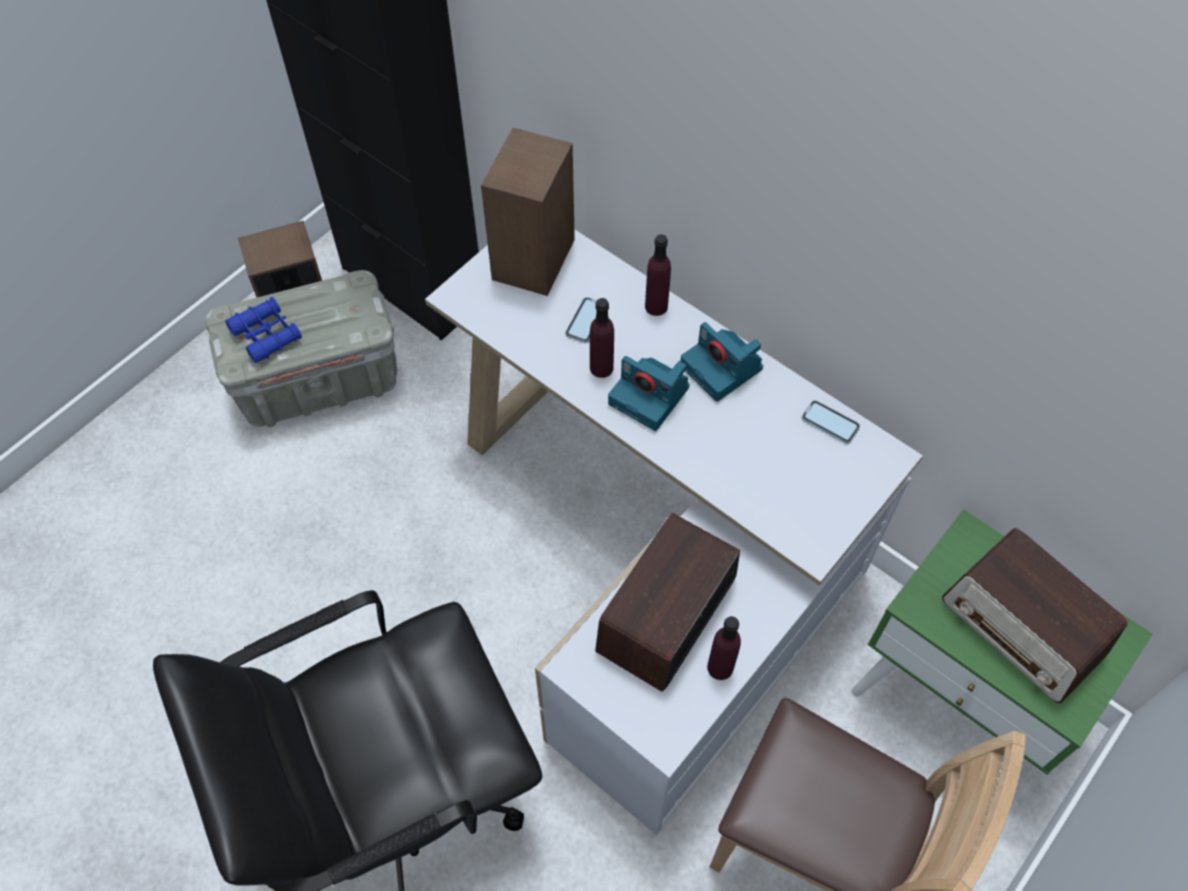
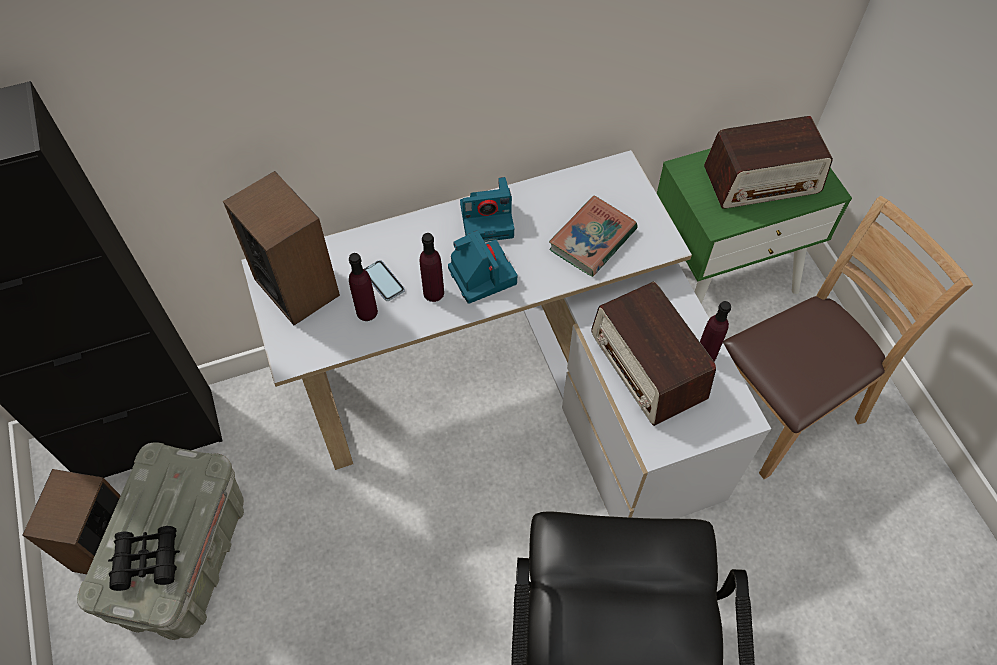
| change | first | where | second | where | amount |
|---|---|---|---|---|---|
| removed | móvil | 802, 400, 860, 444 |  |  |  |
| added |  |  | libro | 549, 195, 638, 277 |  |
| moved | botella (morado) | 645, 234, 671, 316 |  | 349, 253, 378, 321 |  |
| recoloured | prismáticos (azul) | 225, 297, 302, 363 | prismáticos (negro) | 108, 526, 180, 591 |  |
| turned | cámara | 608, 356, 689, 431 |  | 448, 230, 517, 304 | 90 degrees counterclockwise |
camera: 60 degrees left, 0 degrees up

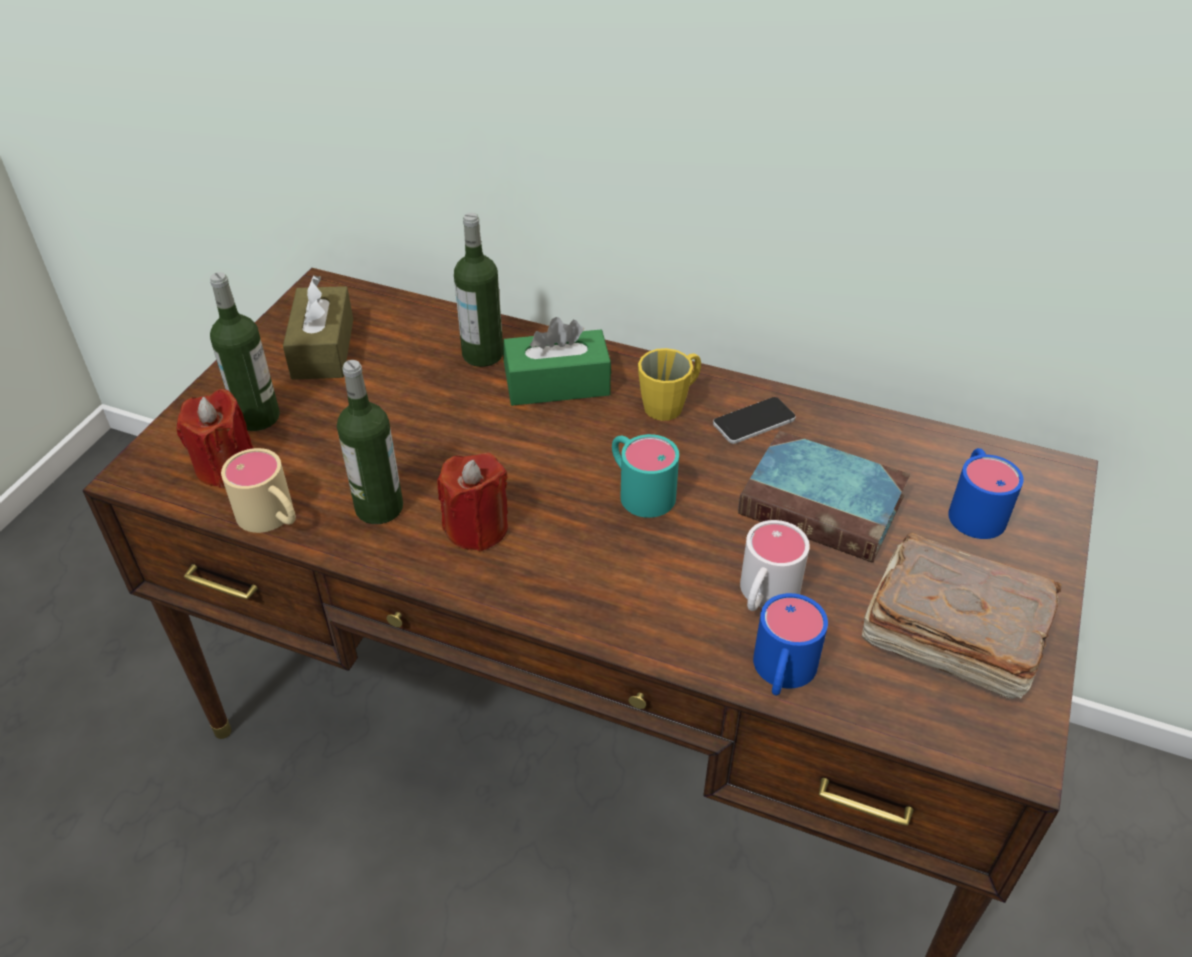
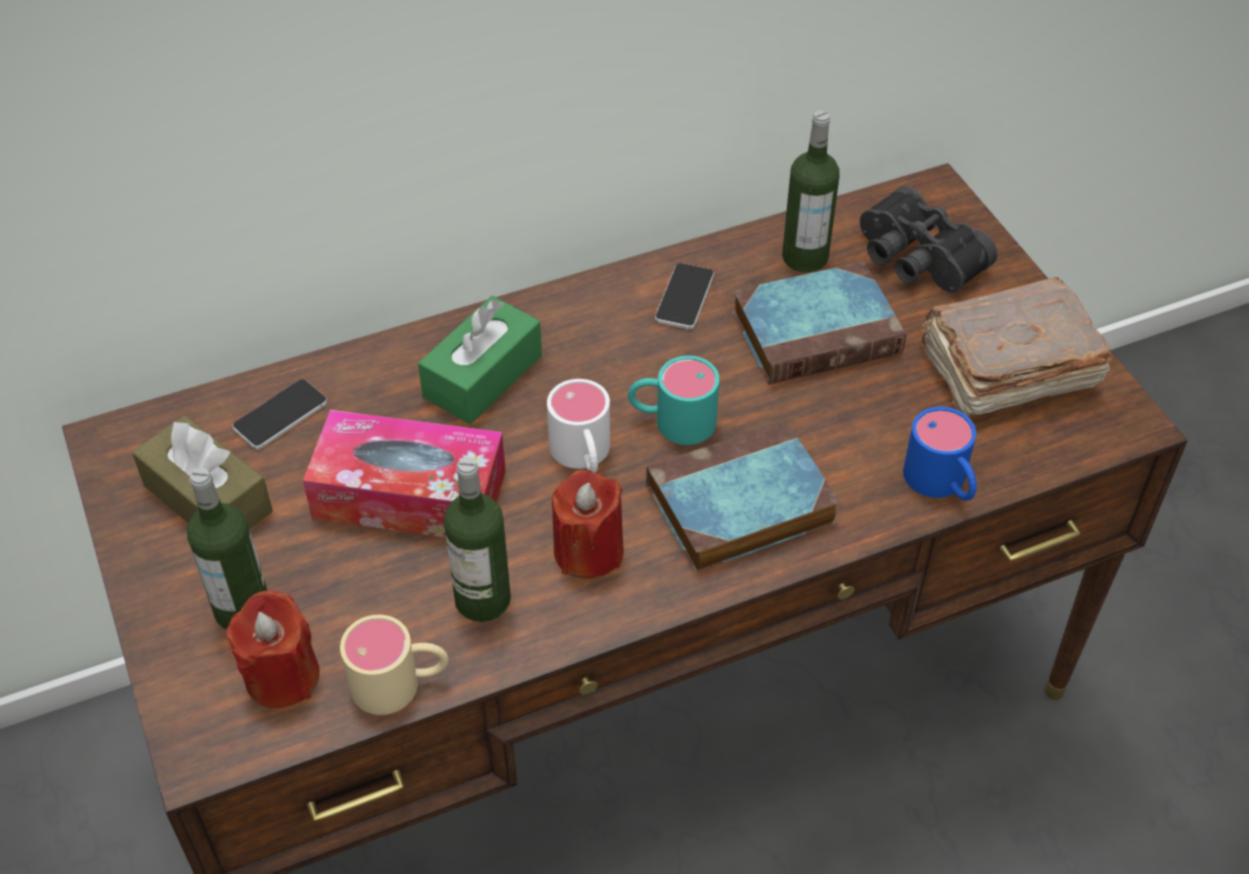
| change | first | where | second | where | amount |
|---|---|---|---|---|---|
| removed | taza grande (amarillo) | 638, 348, 701, 421 |  |  |  |
| added |  |  | móvil | 232, 379, 327, 450 |  |
| added |  |  | caja de pañuelos | 303, 410, 506, 537 |  |
| added |  |  | libro | 646, 420, 840, 573 |  |
| moved | botella | 454, 213, 503, 367 |  | 782, 110, 840, 272 |  |
| moved | taza grande (blanco) | 740, 520, 810, 611 |  | 547, 379, 610, 473 |  |
| replaced | taza grande (azul) | 948, 448, 1024, 539 | prismáticos (negro) | 860, 186, 998, 293 |  |
camera: 45 degrees left, 5 degrees up

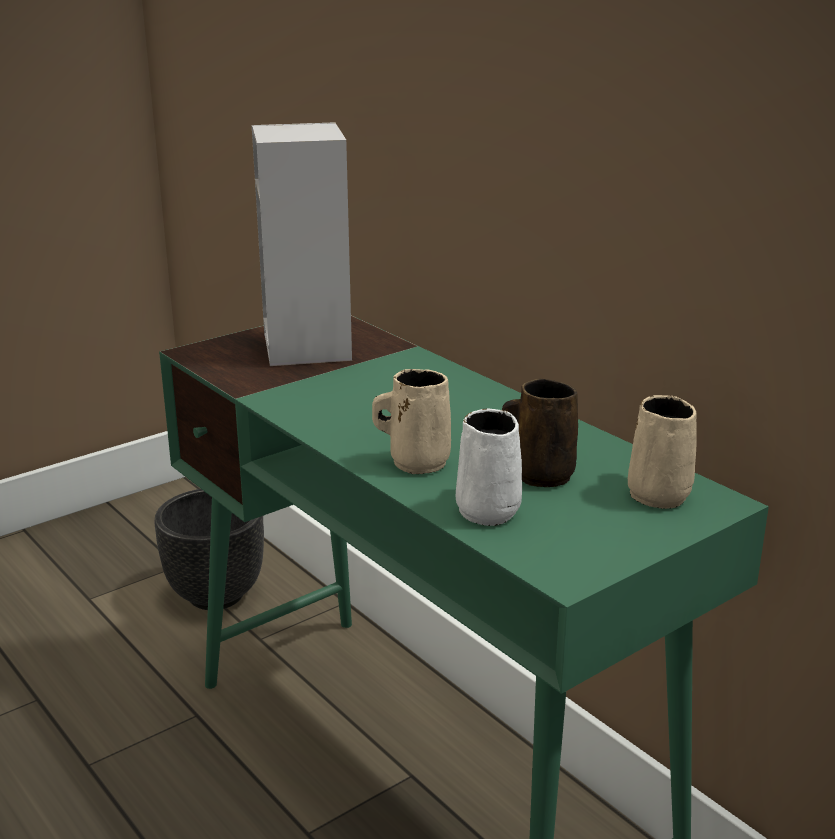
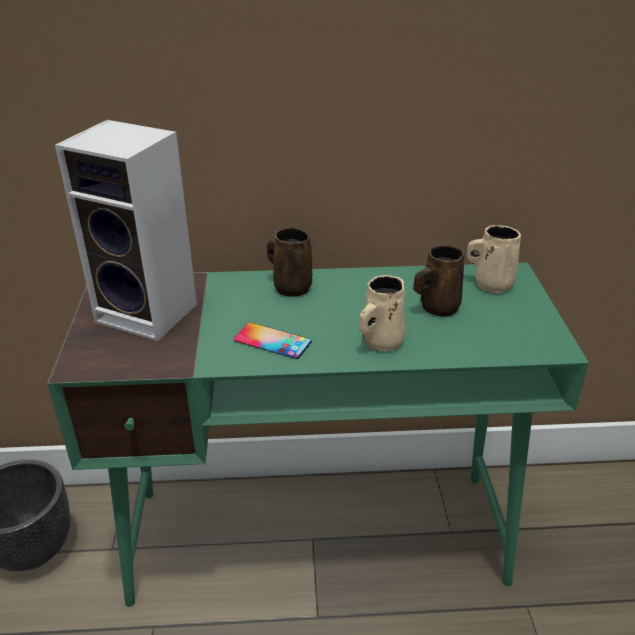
| change | first | where | second | where | amount |
|---|---|---|---|---|---|
| removed | taza grande (blanco) | 456, 409, 522, 526 |  |  |  |
| added |  |  | móvil | 234, 322, 312, 359 |  |
| added |  |  | taza grande (marrón) | 267, 227, 312, 297 |  |
camera: 55 degrees left, 10 degrees up

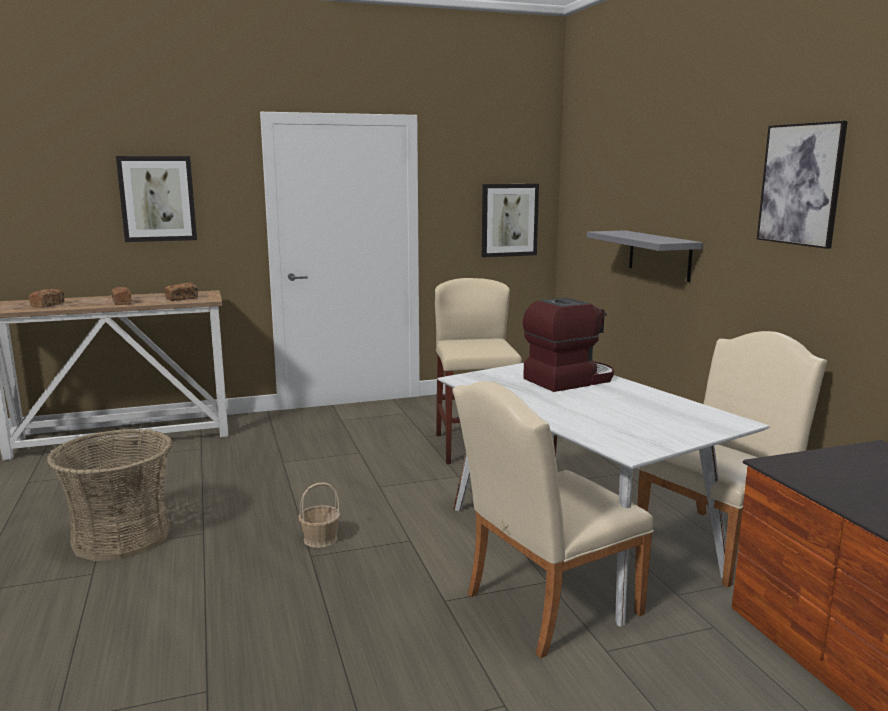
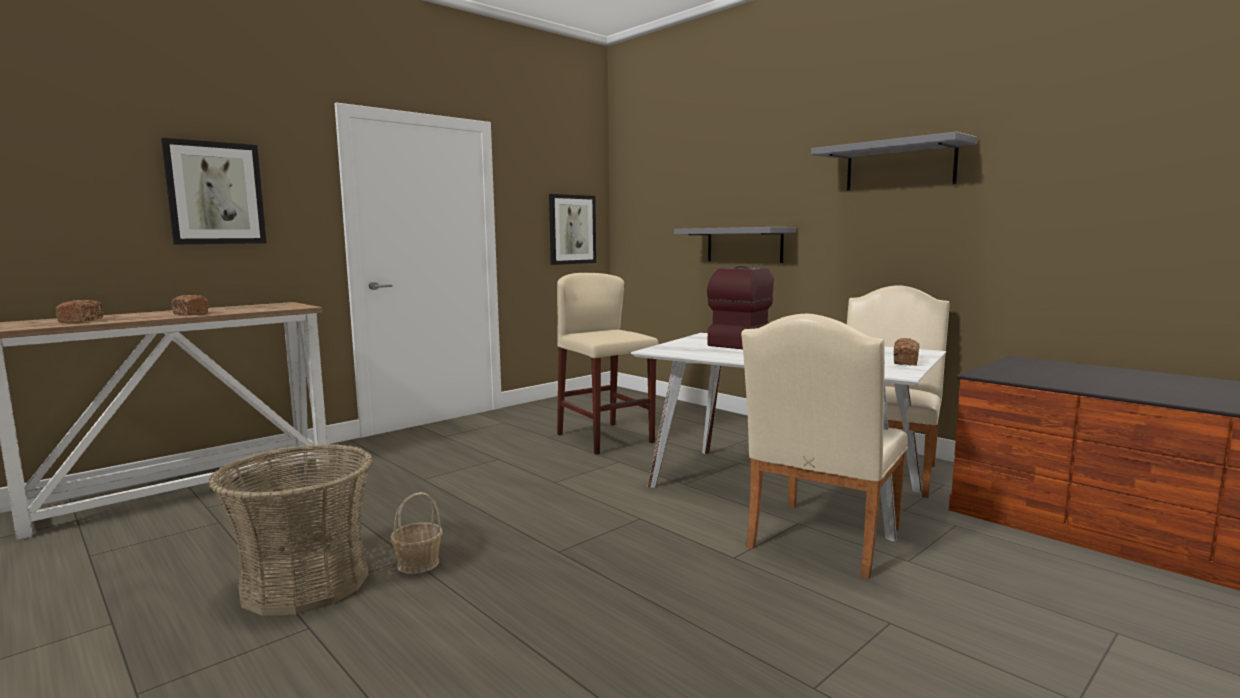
| change | first | where | second | where | amount |
|---|---|---|---|---|---|
| moved | pan | 165, 283, 198, 301 |  | 894, 338, 920, 366 |  |
| moved | cesta | 298, 482, 341, 548 |  | 390, 492, 443, 574 |  |
| replaced | cuadro | 757, 121, 848, 249 | estante (gris) | 811, 132, 977, 191 |  |
camera: 25 degrees left, 5 degrees down

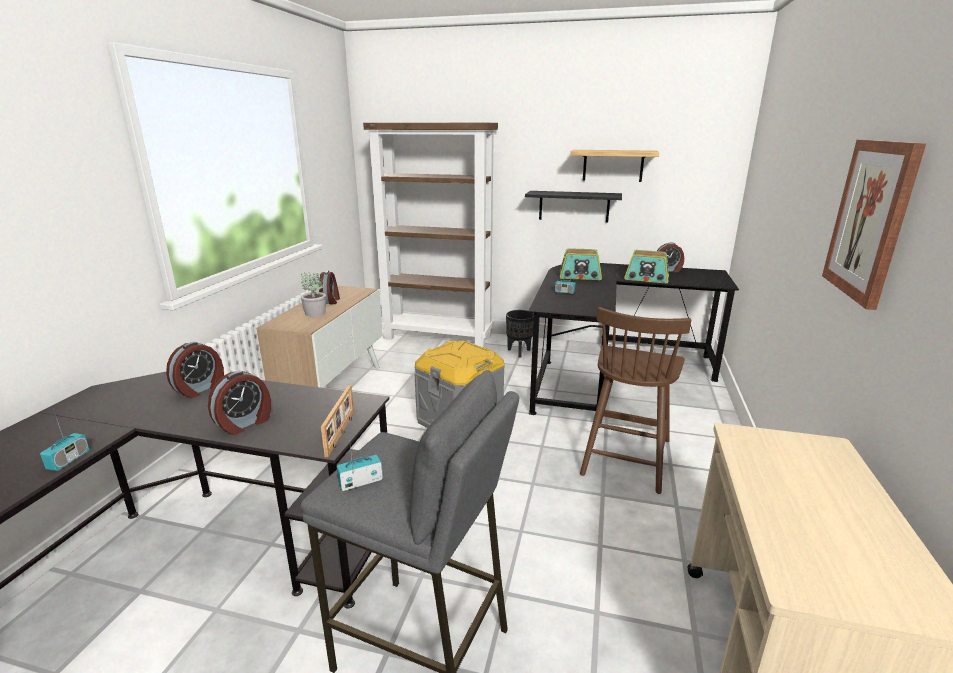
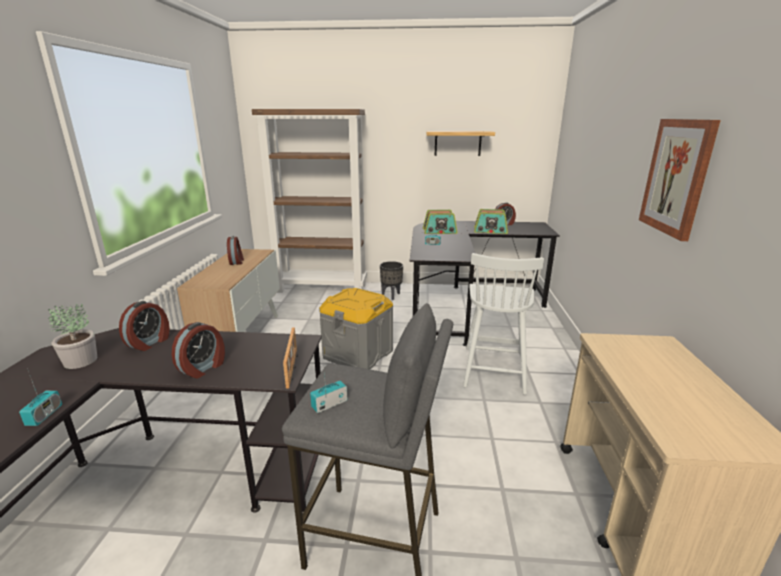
| change | first | where | second | where | amount |
|---|---|---|---|---|---|
| removed | estante (negro) | 525, 191, 622, 222 |  |  |  |
| moved | planta en maceta | 301, 272, 326, 317 |  | 49, 304, 97, 369 |  |
| recoloured | silla (marrón) | 580, 307, 691, 494 | silla (blanco) | 463, 253, 544, 395 |  |
camera: 10 degrees left, 0 degrees up

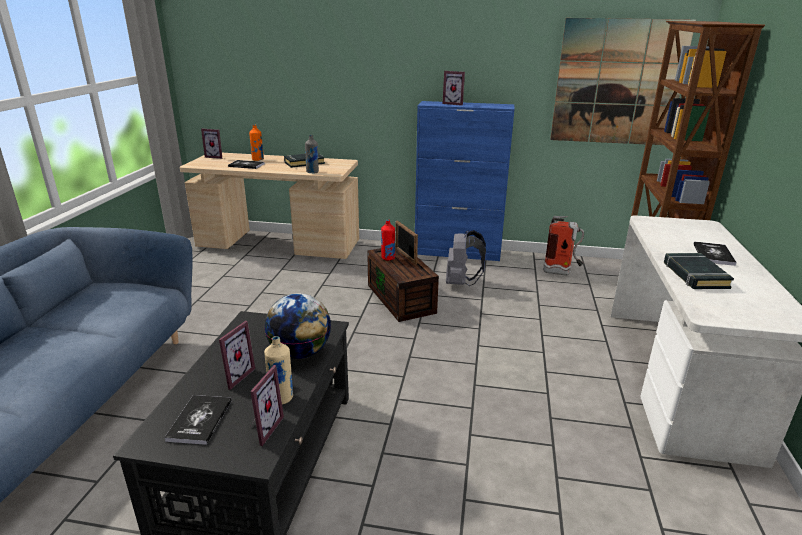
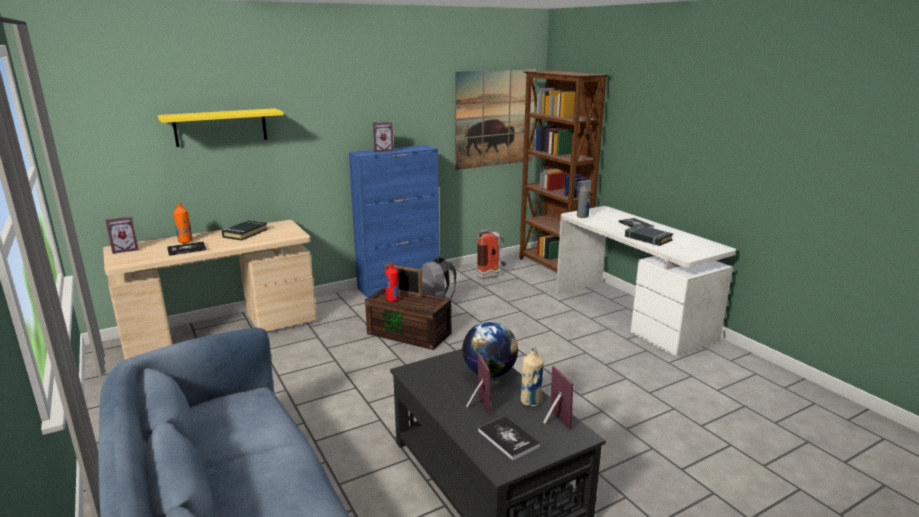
| change | first | where | second | where | amount |
|---|---|---|---|---|---|
| added |  |  | estante (amarillo) | 158, 108, 284, 147 |  |
| moved | botella (gris) | 305, 135, 319, 173 |  | 577, 183, 591, 218 |  |
camera: 40 degrees left, 5 degrees down

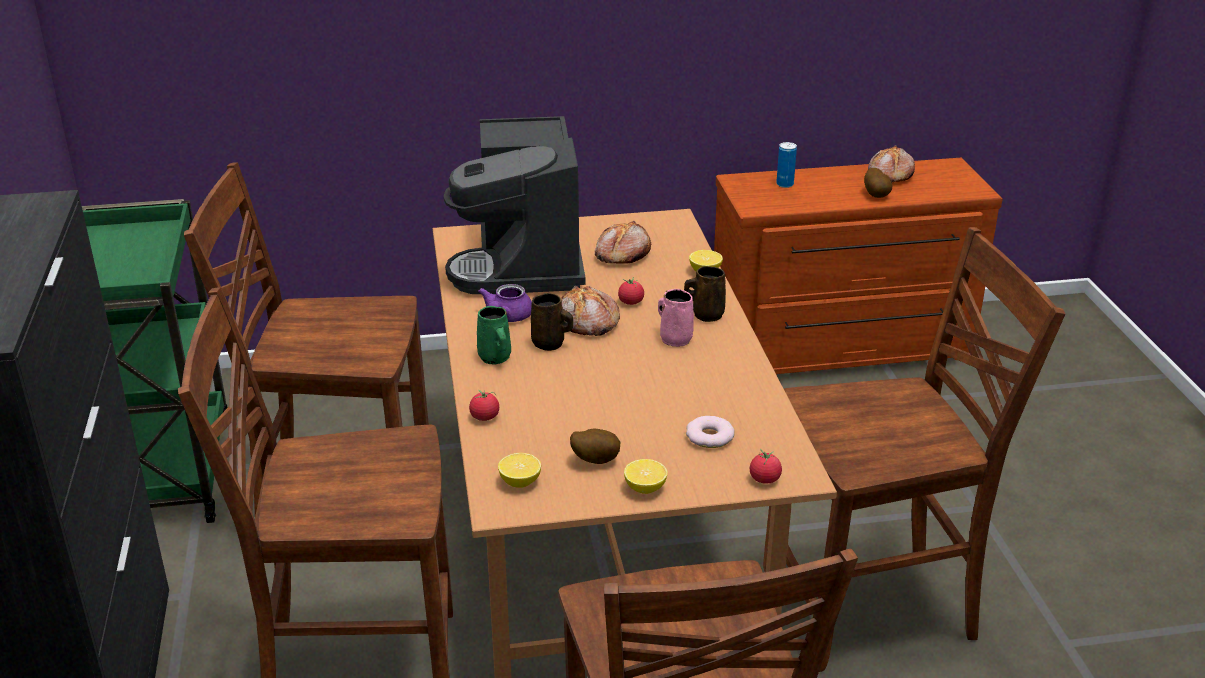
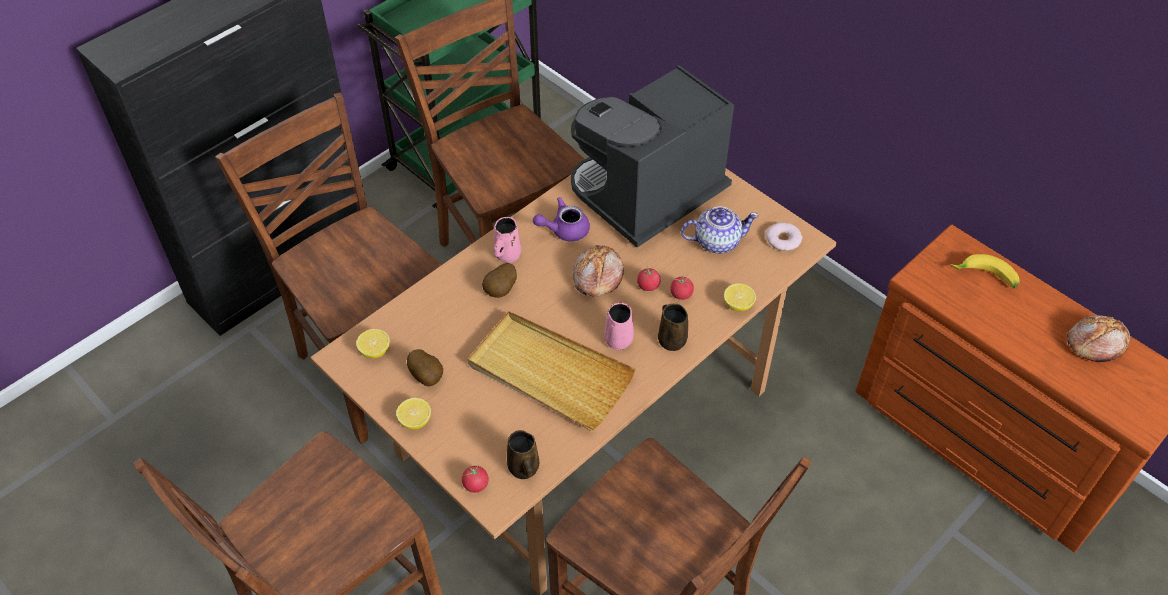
| change | first | where | second | where | amount |
|---|---|---|---|---|---|
| added |  |  | bandeja (beis) | 467, 311, 636, 431 |  |
| moved | tomate | 469, 390, 499, 421 |  | 670, 275, 694, 300 |  |
| moved | taza grande (marrón) | 531, 293, 573, 351 |  | 507, 430, 539, 479 |  |
| moved | rosquilla | 686, 416, 735, 448 |  | 766, 222, 802, 251 |  |
| moved | patata | 864, 168, 893, 198 |  | 482, 263, 517, 298 |  |
| replaced | pan | 595, 221, 651, 264 | tetera | 681, 206, 759, 253 |  |
| replaced | lata | 776, 142, 797, 188 | plátano | 950, 254, 1019, 289 |  |
| recoloured | taza grande (verde) | 477, 306, 511, 364 | taza grande (rosa) | 494, 217, 521, 262 |  |
camera: 55 degrees right, 20 degrees up

